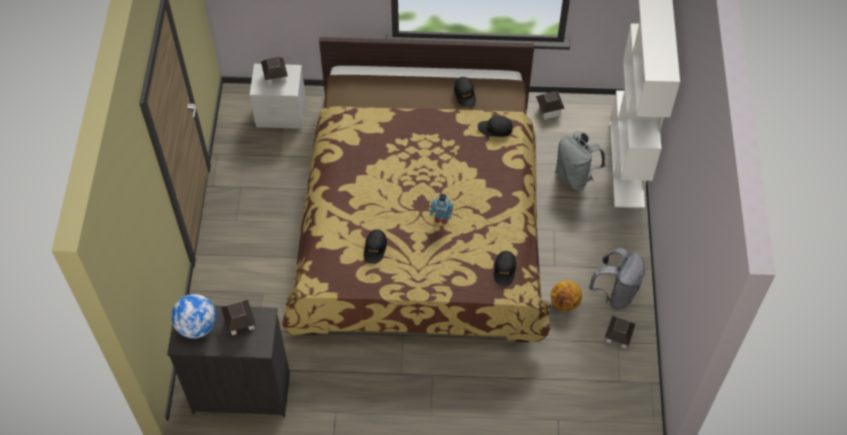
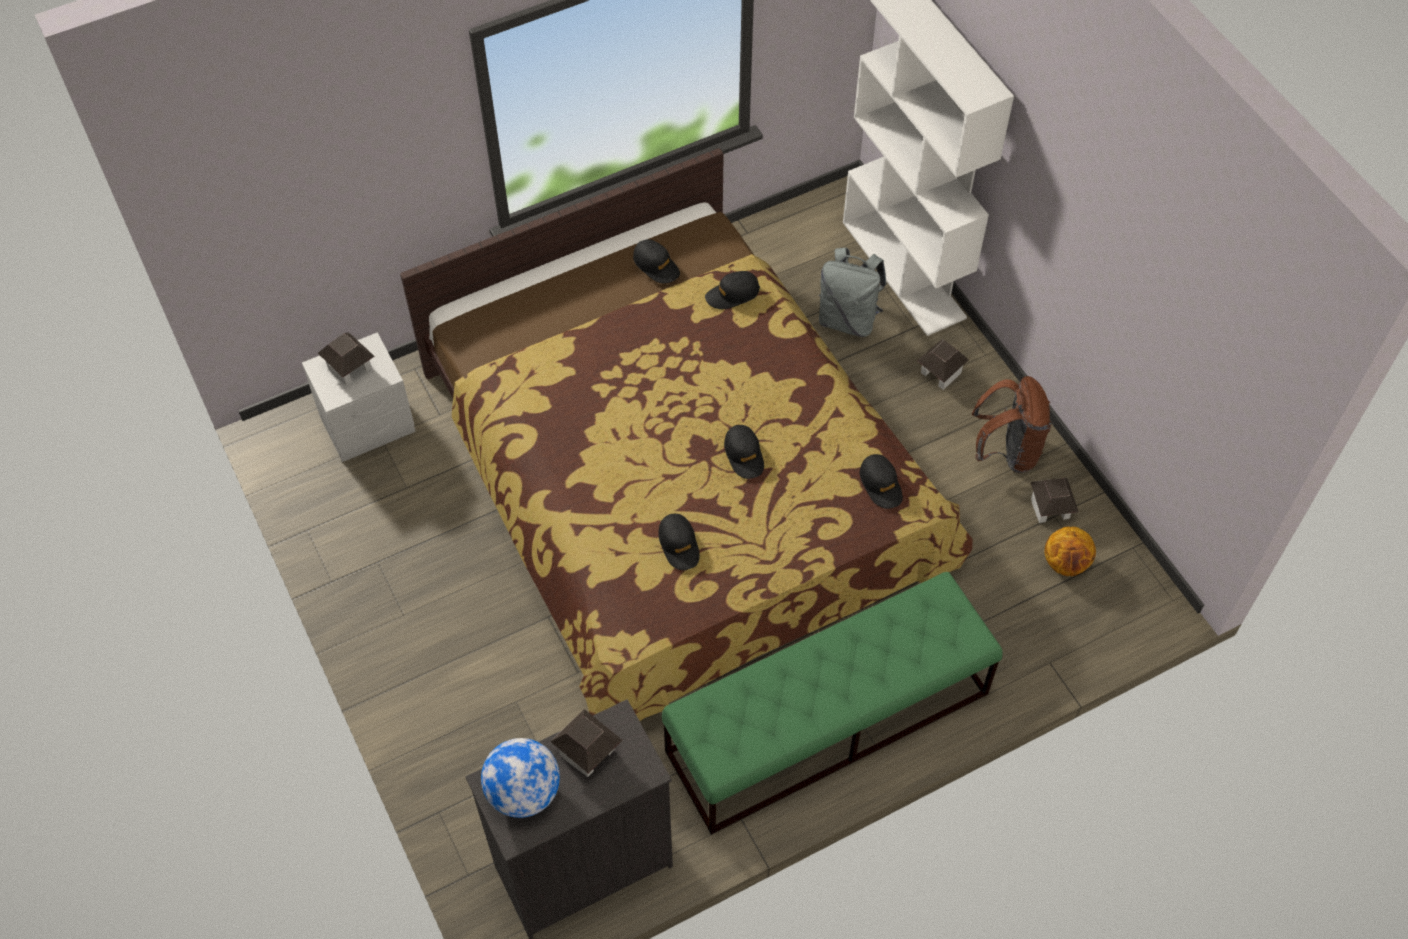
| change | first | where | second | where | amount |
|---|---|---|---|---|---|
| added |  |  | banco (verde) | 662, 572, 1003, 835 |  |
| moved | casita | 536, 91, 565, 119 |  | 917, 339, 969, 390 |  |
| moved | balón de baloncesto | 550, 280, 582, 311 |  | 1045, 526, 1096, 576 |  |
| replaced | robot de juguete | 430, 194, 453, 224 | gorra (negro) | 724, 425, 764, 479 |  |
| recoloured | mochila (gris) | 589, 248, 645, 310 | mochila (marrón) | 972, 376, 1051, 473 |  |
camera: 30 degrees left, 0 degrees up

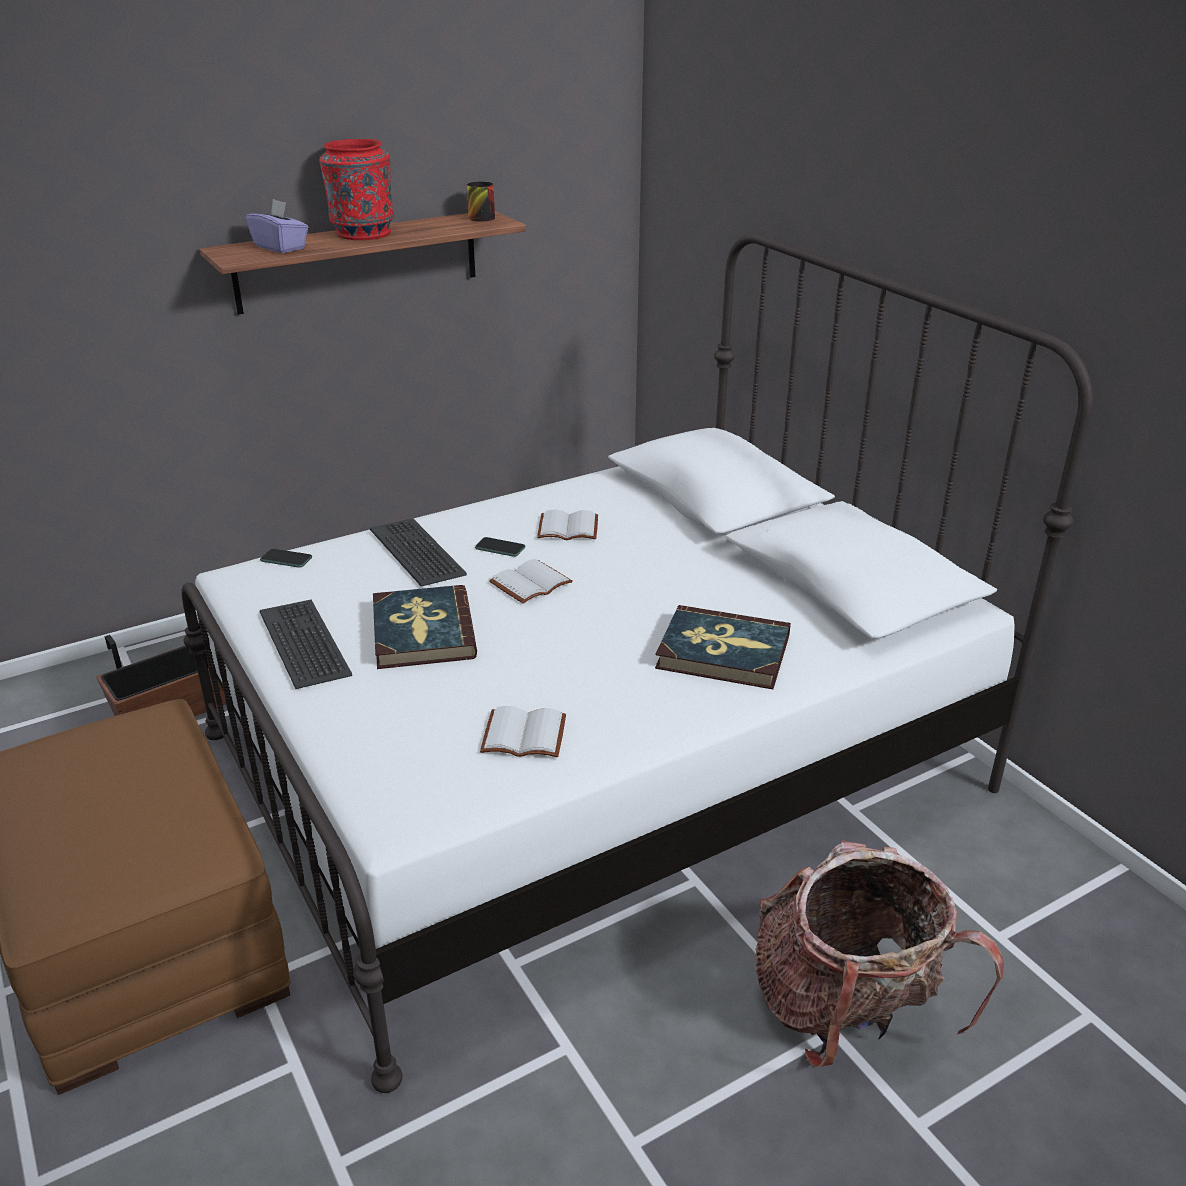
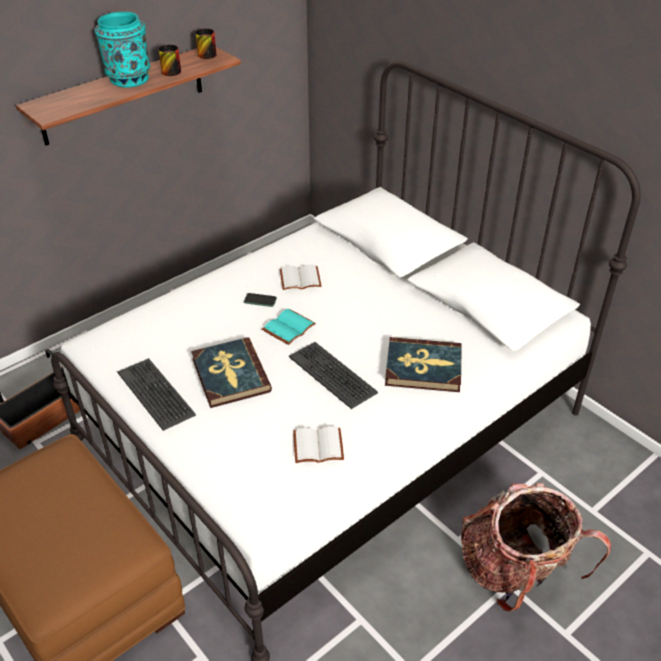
| change | first | where | second | where | amount |
|---|---|---|---|---|---|
| removed | caja de pañuelos (morado) | 245, 199, 308, 253 |  |  |  |
| removed | móvil | 260, 549, 312, 568 |  |  |  |
| added |  |  | taza grande | 158, 45, 181, 76 |  |
| moved | teclado | 370, 518, 467, 587 |  | 289, 342, 378, 409 |  |
| recoloured | florero (rojo) | 319, 139, 394, 240 | florero (turquesa) | 94, 12, 150, 87 |  |
| recoloured | libro (blanco) | 489, 559, 573, 603 | libro (turquesa) | 262, 309, 316, 345 |  |
camera: 10 degrees left, 10 degrees up

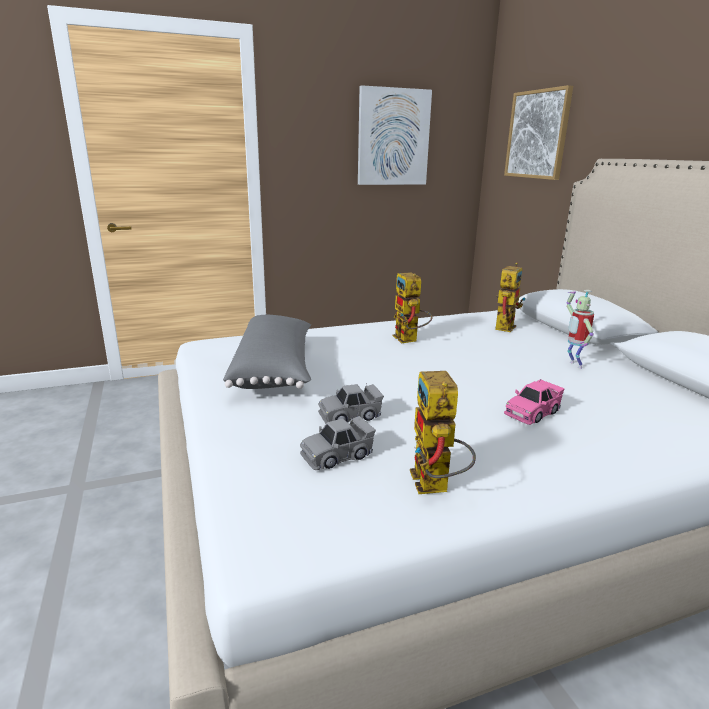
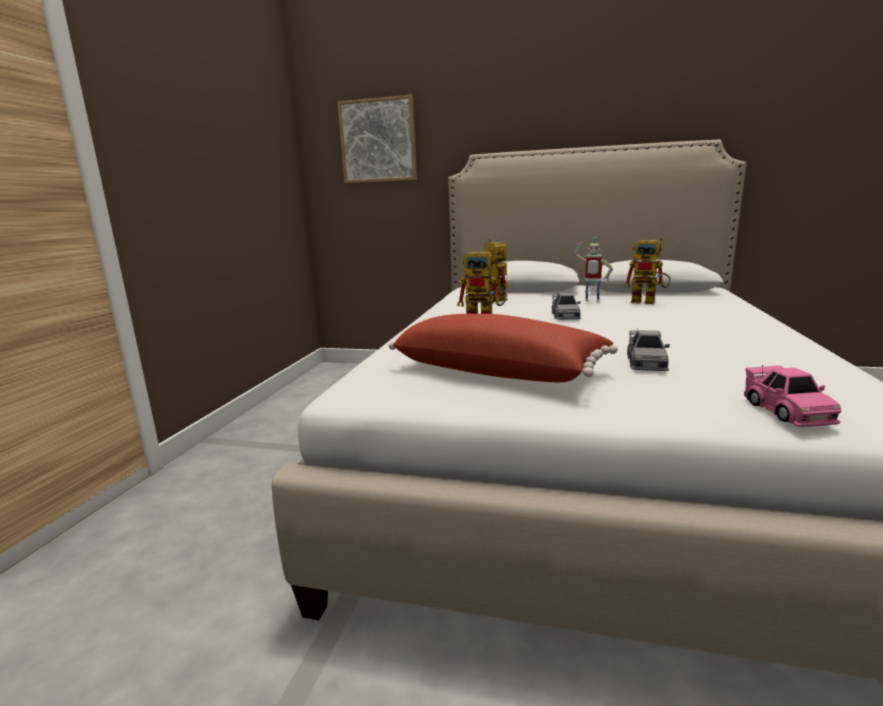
| change | first | where | second | where | amount |
|---|---|---|---|---|---|
| removed | cuadro | 358, 85, 432, 185 |  |  |  |
| moved | coche de juguete (gris) | 300, 416, 376, 470 |  | 552, 292, 581, 320 |  |
| moved | robot de juguete | 410, 371, 476, 494 |  | 624, 237, 671, 304 |  |
| moved | coche de juguete (rosa) | 504, 379, 565, 425 |  | 744, 365, 841, 427 |  |
| recoloured | cojín (gris) | 223, 315, 311, 389 | cojín (rojo) | 389, 314, 618, 382 |  |
camera: 55 degrees left, 5 degrees down

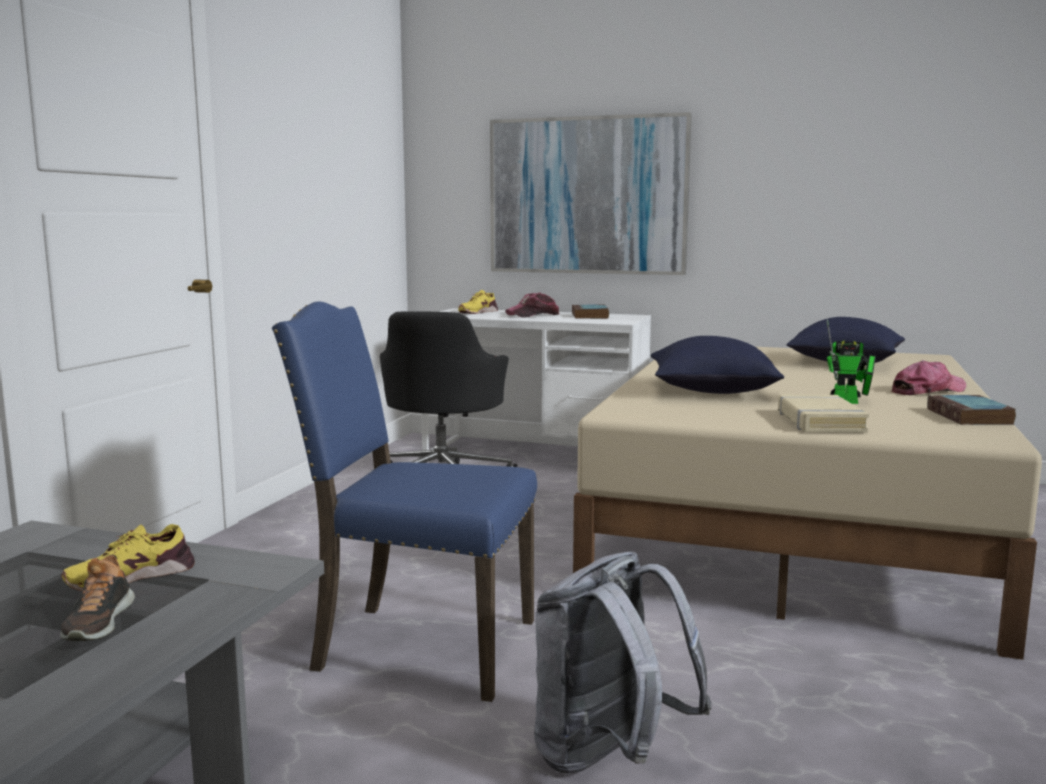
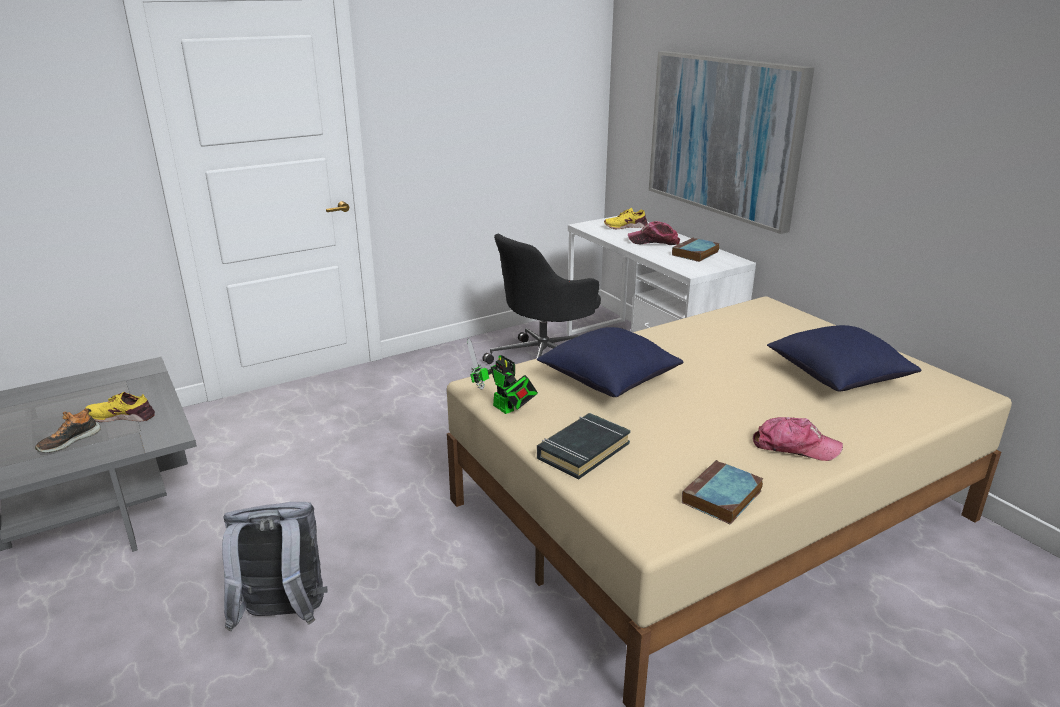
| change | first | where | second | where | amount |
|---|---|---|---|---|---|
| removed | silla (azul) | 272, 302, 537, 702 |  |  |  |
| moved | robot de juguete | 827, 319, 876, 404 |  | 467, 338, 538, 414 |  |
| recoloured | libro (beis) | 778, 394, 869, 433 | libro (negro) | 537, 413, 631, 479 |  |
camera: 40 degrees right, 15 degrees up

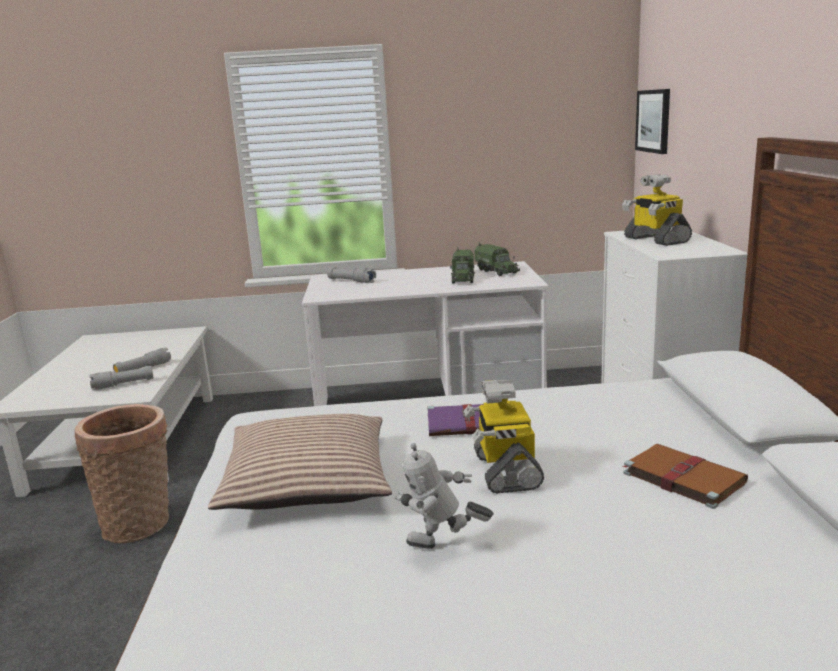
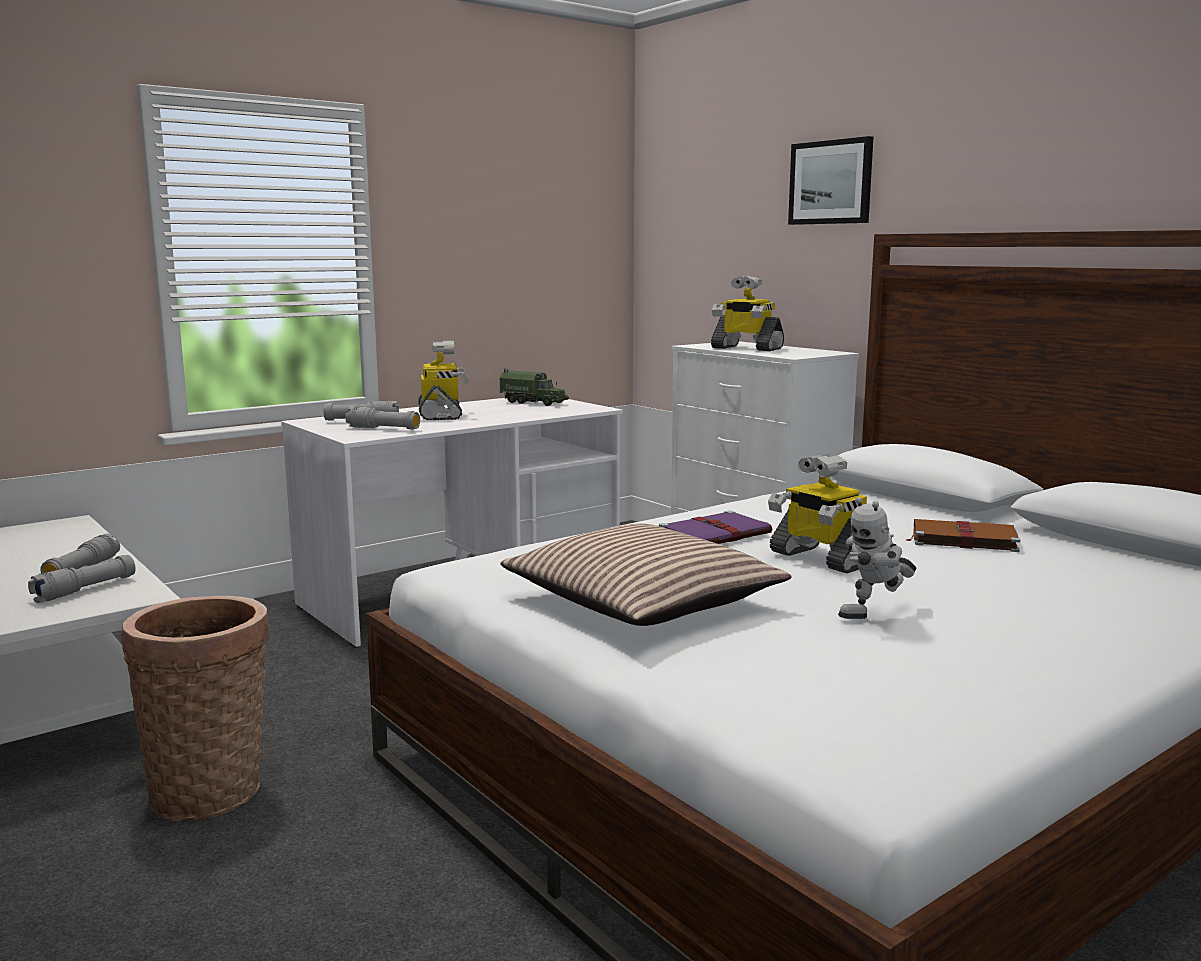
| change | first | where | second | where | amount |
|---|---|---|---|---|---|
| removed | camión de juguete | 450, 247, 475, 283 |  |  |  |
| added |  |  | linterna (gris) | 345, 406, 420, 430 |  |
| added |  |  | robot de juguete | 418, 341, 469, 420 |  |
| moved | cuadro | 635, 89, 670, 154 |  | 788, 136, 873, 225 |  |
camera: 35 degrees left, 5 degrees down

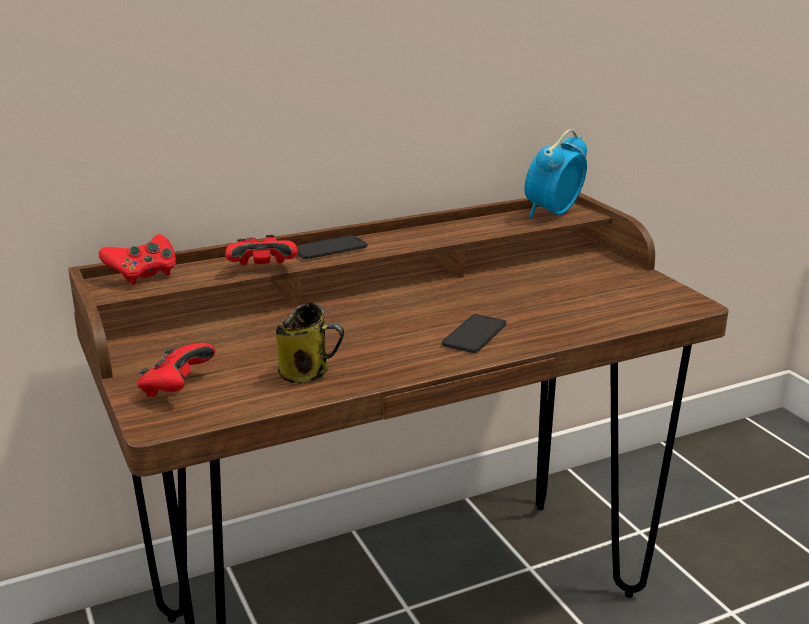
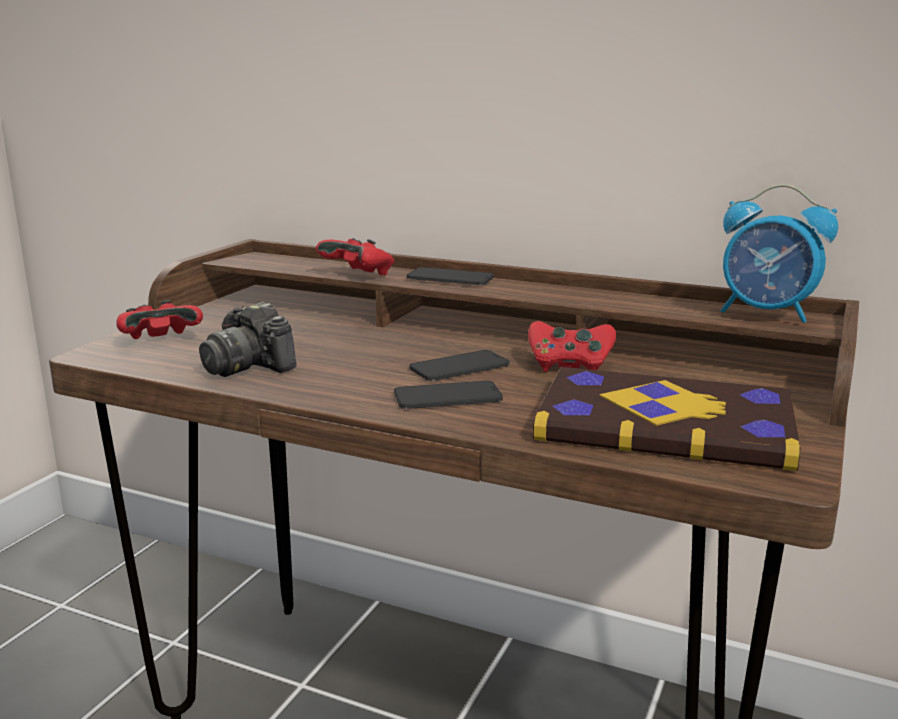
| change | first | where | second | where | amount |
|---|---|---|---|---|---|
| added |  |  | móvil | 409, 350, 509, 381 |  |
| added |  |  | libro | 533, 367, 801, 471 |  |
| moved | mando de consola (rojo) | 99, 234, 176, 285 |  | 528, 321, 616, 372 |  |
| replaced | taza grande | 276, 303, 344, 384 | cámara | 199, 302, 297, 377 |  |
| turned | despertador | 524, 129, 587, 218 |  | 721, 184, 838, 323 | 150 degrees counterclockwise |
camera: 50 degrees right, 5 degrees down

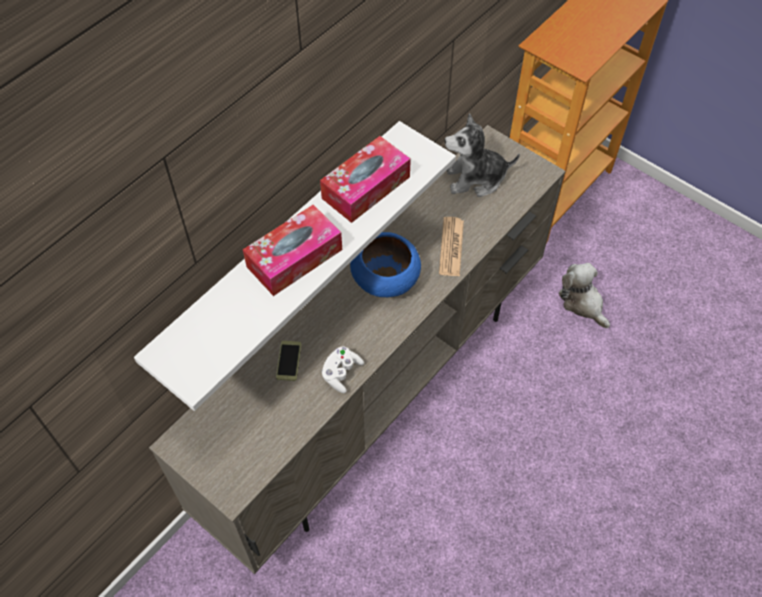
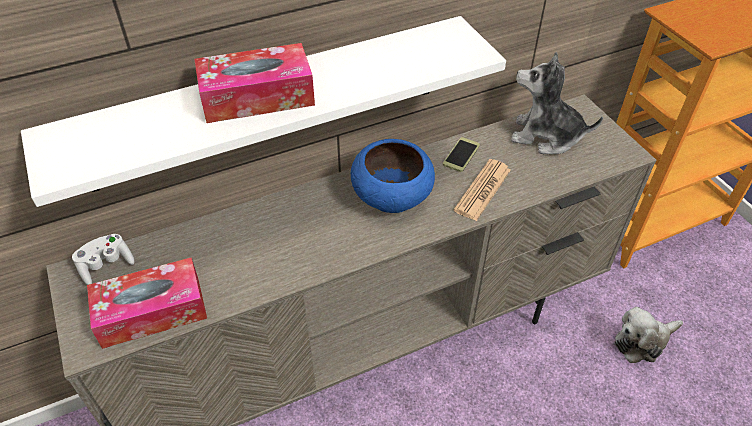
| change | first | where | second | where | amount |
|---|---|---|---|---|---|
| moved | móvil | 276, 341, 301, 381 |  | 443, 137, 480, 172 |  |
| moved | caja de pañuelos | 320, 136, 411, 223 |  | 87, 258, 207, 349 |  |
| moved | mando de consola (blanco) | 322, 346, 364, 393 |  | 72, 234, 134, 285 |  |
| turned | peluche | 559, 263, 610, 328 |  | 614, 307, 683, 363 | 105 degrees counterclockwise |
camera: 25 degrees right, 10 degrees down

